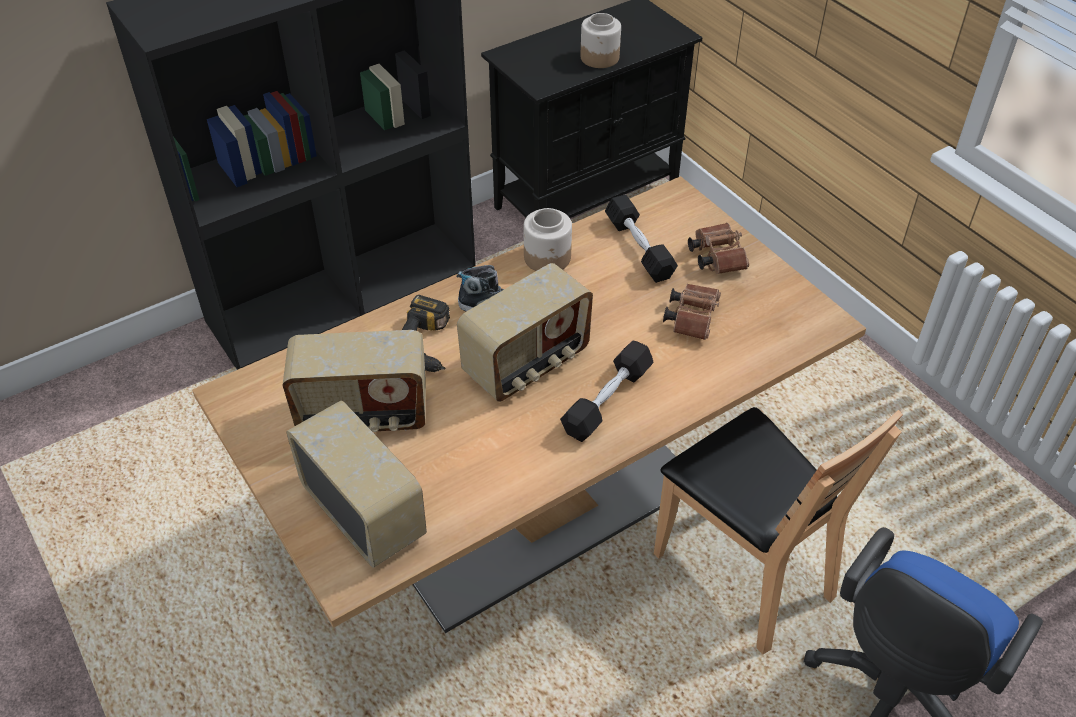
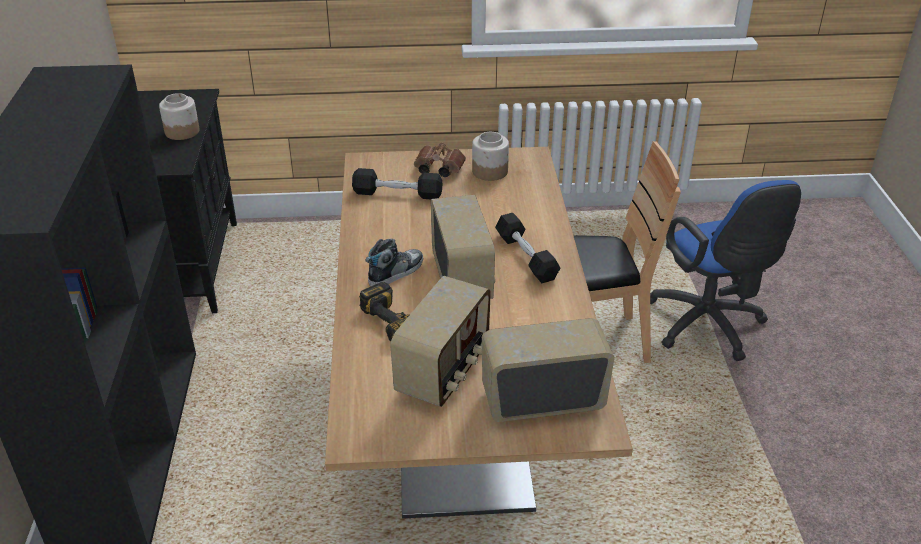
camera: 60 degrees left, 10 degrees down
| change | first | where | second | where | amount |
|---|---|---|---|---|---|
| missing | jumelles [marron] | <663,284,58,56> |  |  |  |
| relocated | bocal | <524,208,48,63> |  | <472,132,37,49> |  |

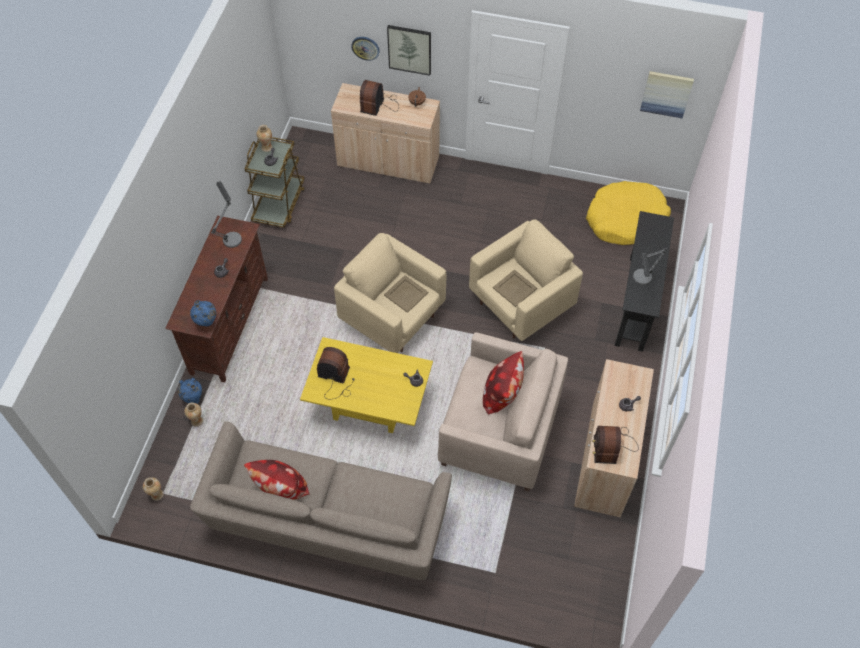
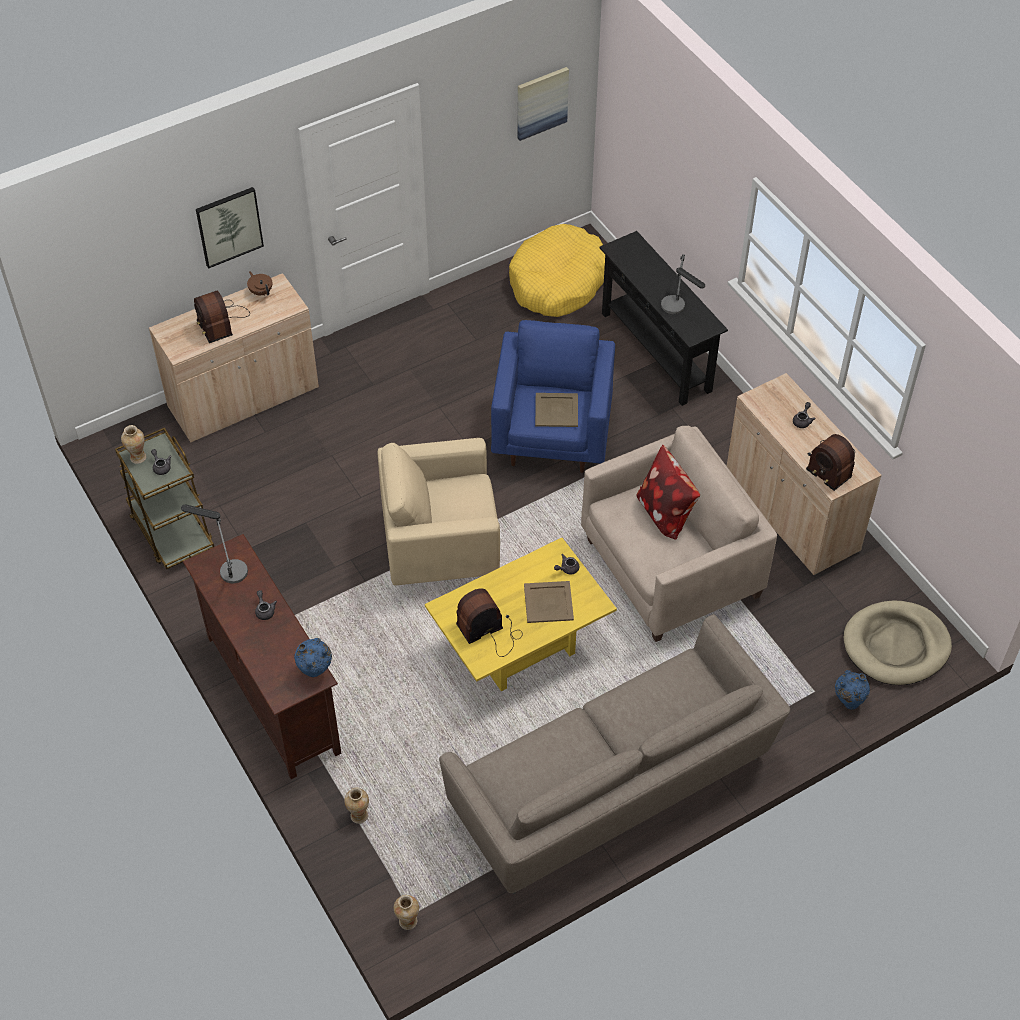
camera: 45 degrees left, 5 degrees down
| change | first | where | second | where | amount |
|---|---|---|---|---|---|
| missing | coussin | <244,460,65,40> |  |  |  |
| missing | horloge murale | <351,37,29,24> |  |  |  |
| appeared |  |  | panier pour chien [beige] | <844,601,108,84> |  |
| relocated | vase [bleu] | <178,378,24,26> |  | <835,670,35,39> |  |
| relocated | plateau [beige] | <384,275,45,38> |  | <524,581,50,42> |  |
| colour | fauteuil [beige] | <469,219,114,122> | fauteuil [bleu] | <491,320,124,153> |  |

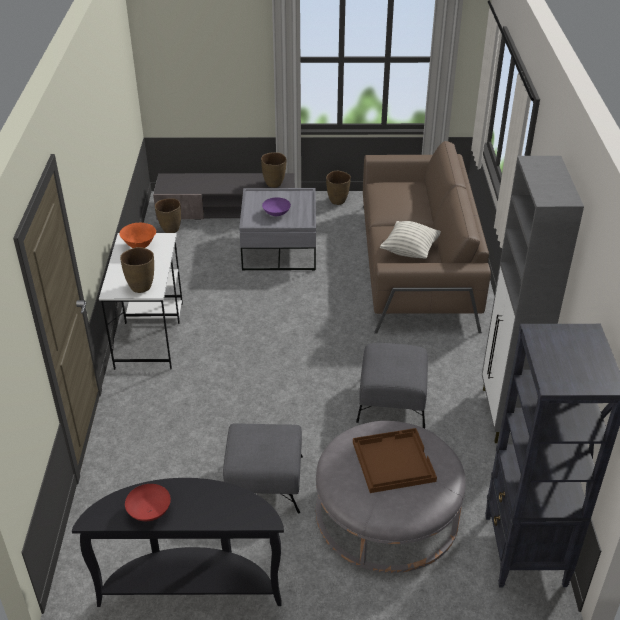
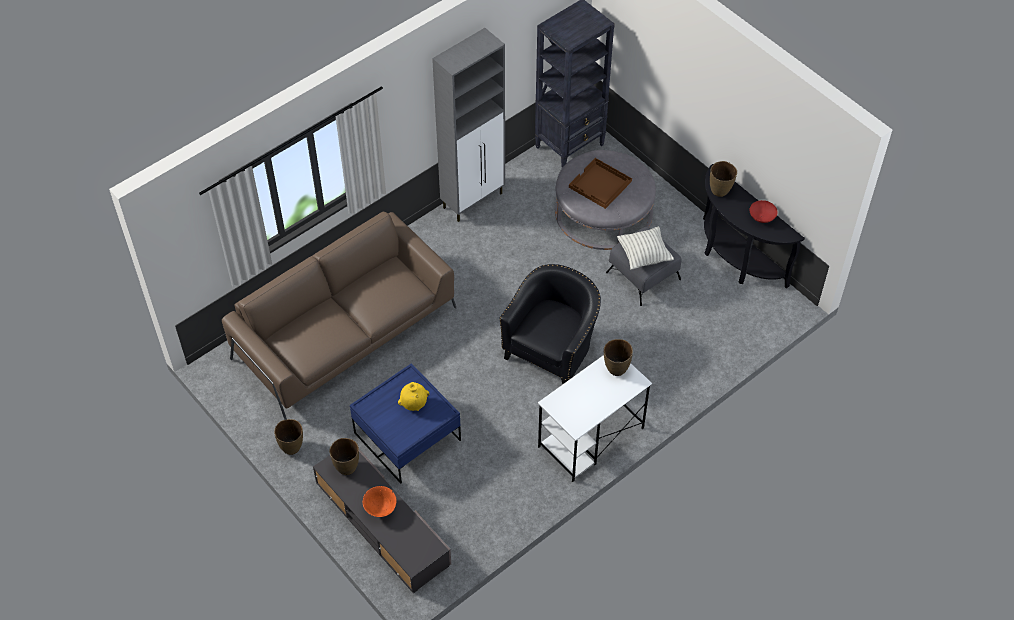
camera: 130 degrees left, 15 degrees up
| change | first | where | second | where | amount |
|---|---|---|---|---|---|
| missing | pouf [gris] | <356,343,72,85> |  |  |  |
| appeared |  |  | fauteuil [noir] | <499,264,102,121> |  |
| relocated | bol [orange] | <119,223,37,25> |  | <363,486,34,31> |  |
| relocated | vase [marron] | <155,198,26,35> |  | <710,161,27,36> |  |
| relocated | coussin | <380,221,61,38> |  | <617,227,57,43> |  |
| exchanged | bol [violet] | <262,197,29,19> | vase [jaune] | <398,382,31,29> |  |
| colour | table basse [gris] | <239,188,77,83> | table basse [bleu] | <350,363,111,121> |  |

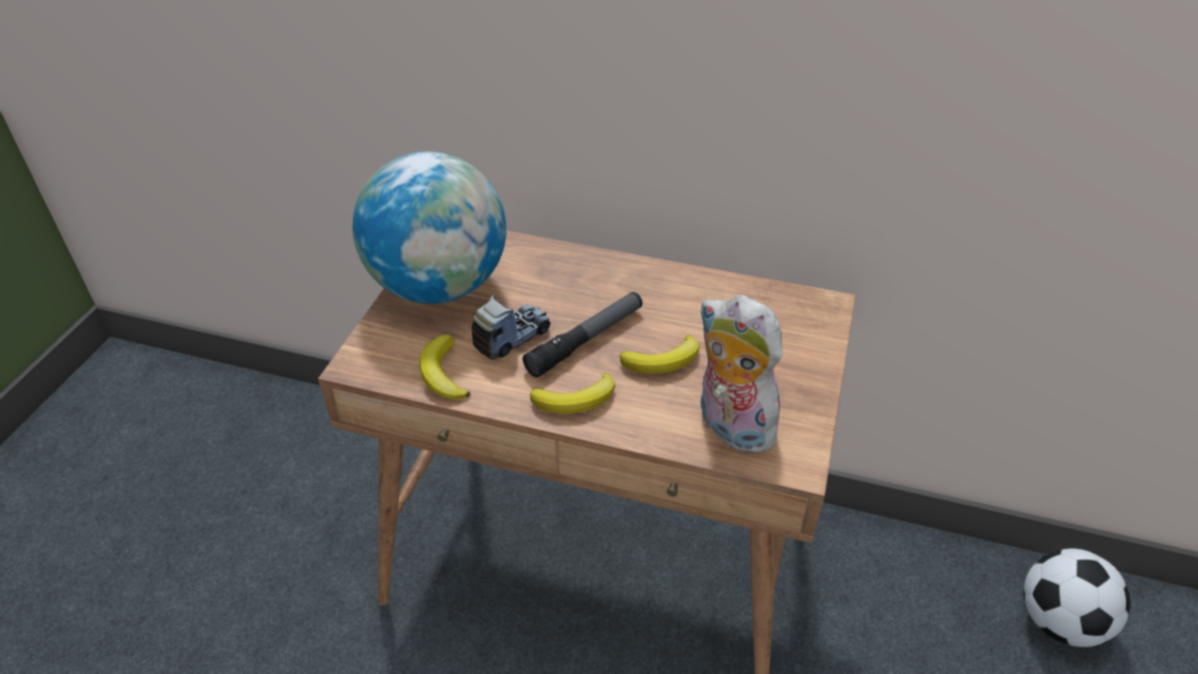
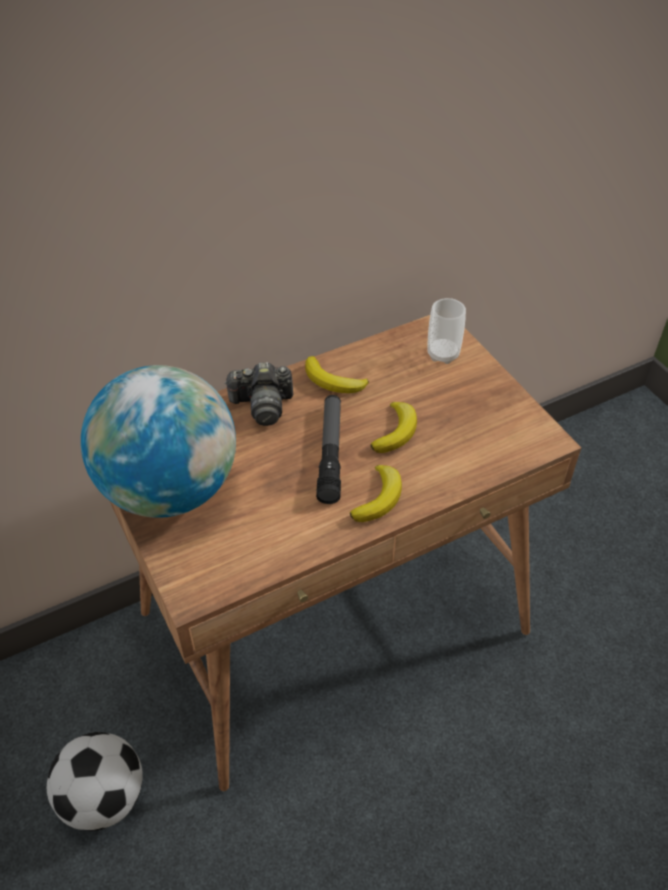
camera: 45 degrees left, 5 degrees up
| change | first | where | second | where | amount |
|---|---|---|---|---|---|
| missing | camion jouet | <472,295,78,65> |  |  |  |
| missing | peluche | <699,294,88,160> |  |  |  |
| appeared |  |  | appareil photo | <224,362,69,64> |  |
| appeared |  |  | tasse | <427,298,39,66> |  |
| relocated | banane | <419,334,52,65> |  | <305,356,64,37> |  |
| relocated | ballon de foot | <1024,549,107,98> |  | <47,732,96,99> |  |

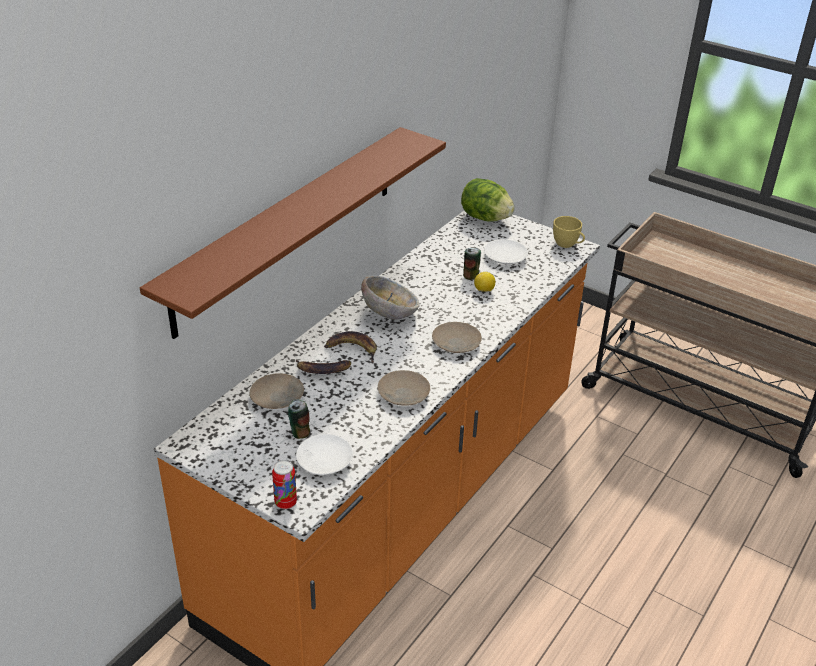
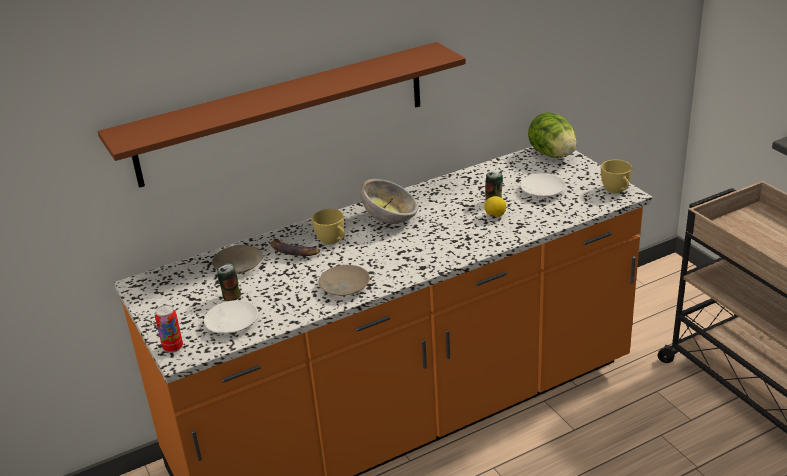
camera: 30 degrees right, 5 degrees down
| change | first | where | second | where | amount |
|---|---|---|---|---|---|
| missing | assiette [beige] | <432,322,50,31> |  |  |  |
| exchanged | banane | <324,331,53,32> | tasse [jaune] | <312,209,33,36> |  |

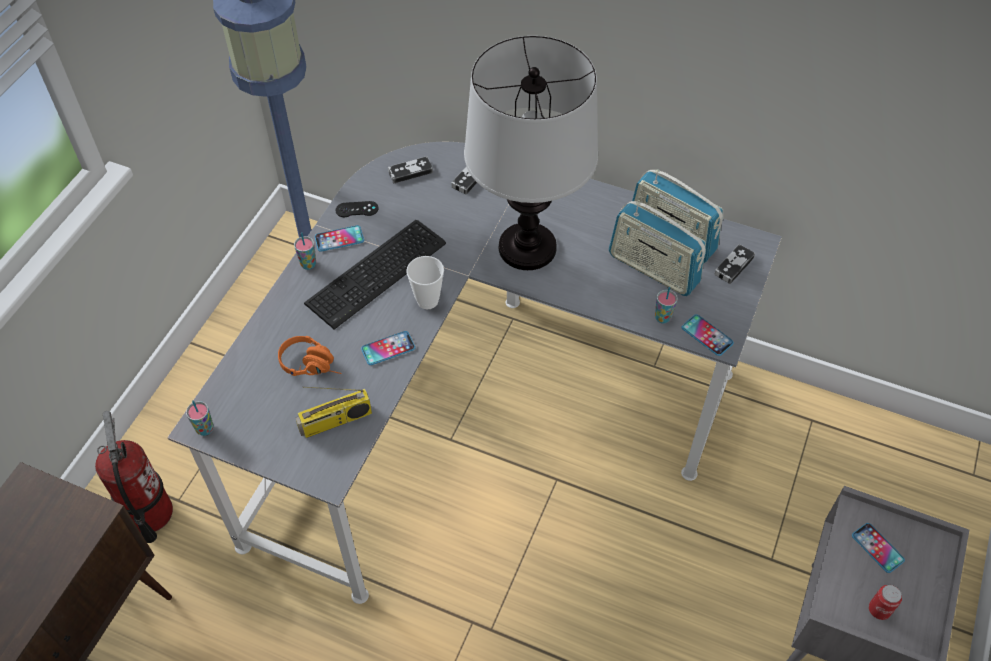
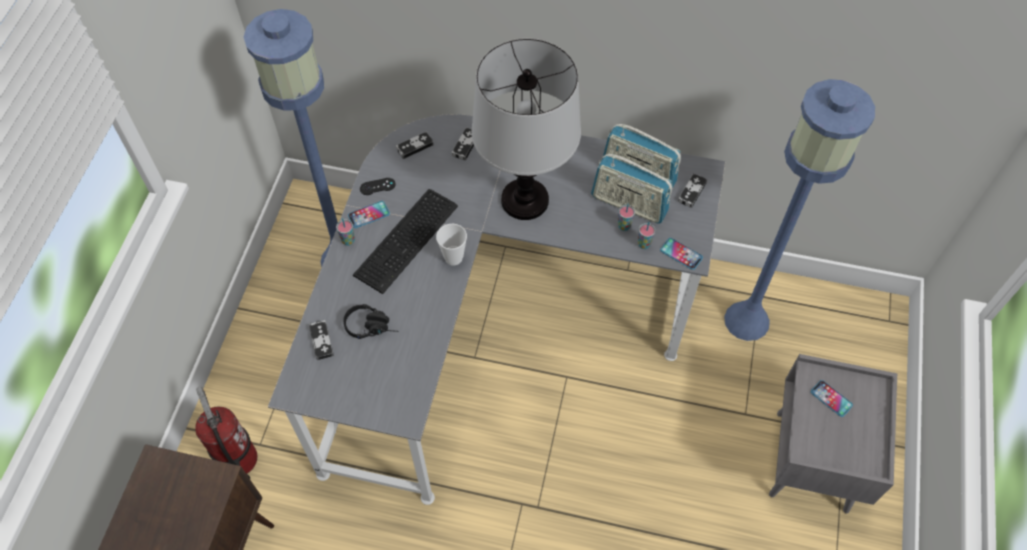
camera: 10 degrees left, 5 degrees up
| change | first | where | second | where | amount |
|---|---|---|---|---|---|
| missing | radio | <295,386,77,52> |  |  |  |
| missing | téléphone | <361,331,54,34> |  |  |  |
| missing | boîte métallique | <869,585,33,35> |  |  |  |
| appeared |  |  | manette | <309,320,25,40> |  |
| appeared |  |  | lampadaire [bleu] | <724,79,151,262> |  |
| relocated | tasse | <186,400,28,36> |  | <618,203,17,28> |  |
| colour | casque audio [orange] | <278,336,64,40> | casque audio [noir] | <343,304,56,35> |  |

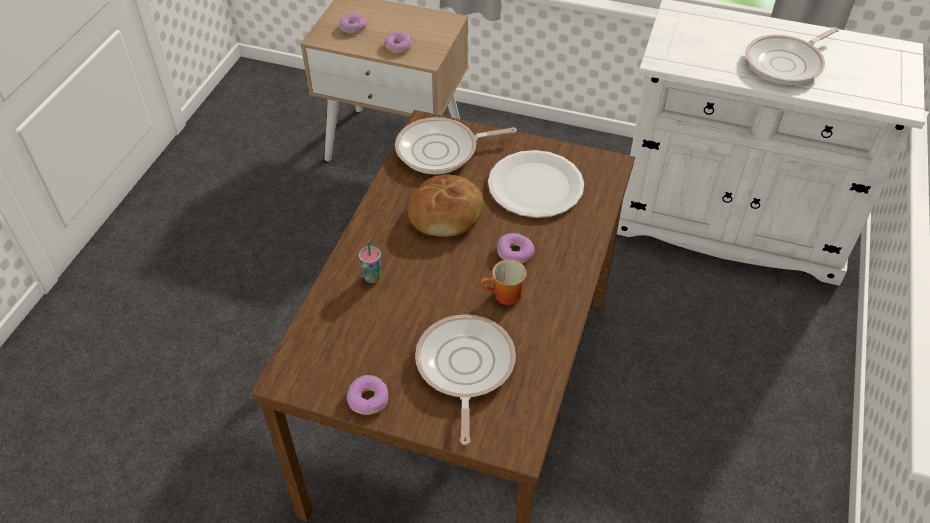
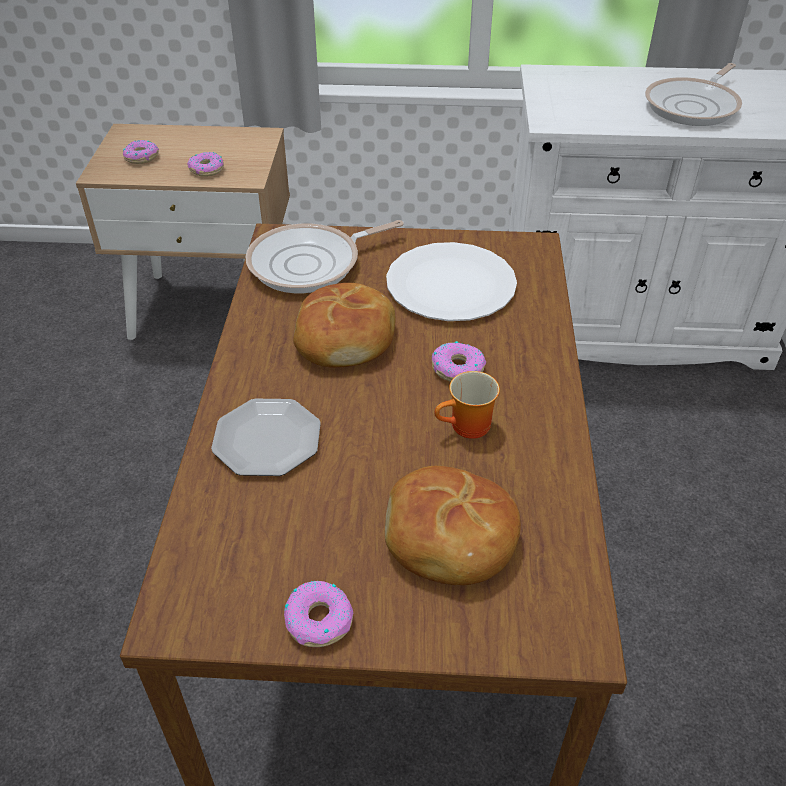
camera: 15 degrees left, 5 degrees down
| change | first | where | second | where | amount |
|---|---|---|---|---|---|
| exchanged | tasse | <359,242,22,41> | assiette | <211,399,110,77> |  |
| exchanged | poêle | <415,314,101,131> | pain | <385,466,136,119> |  |

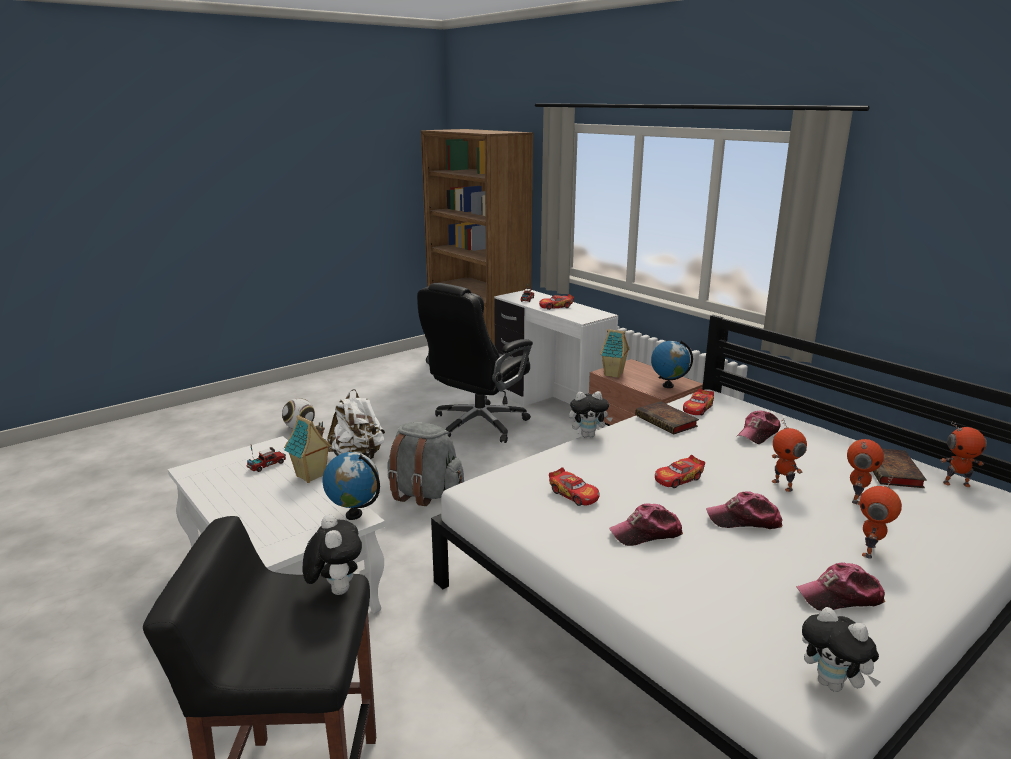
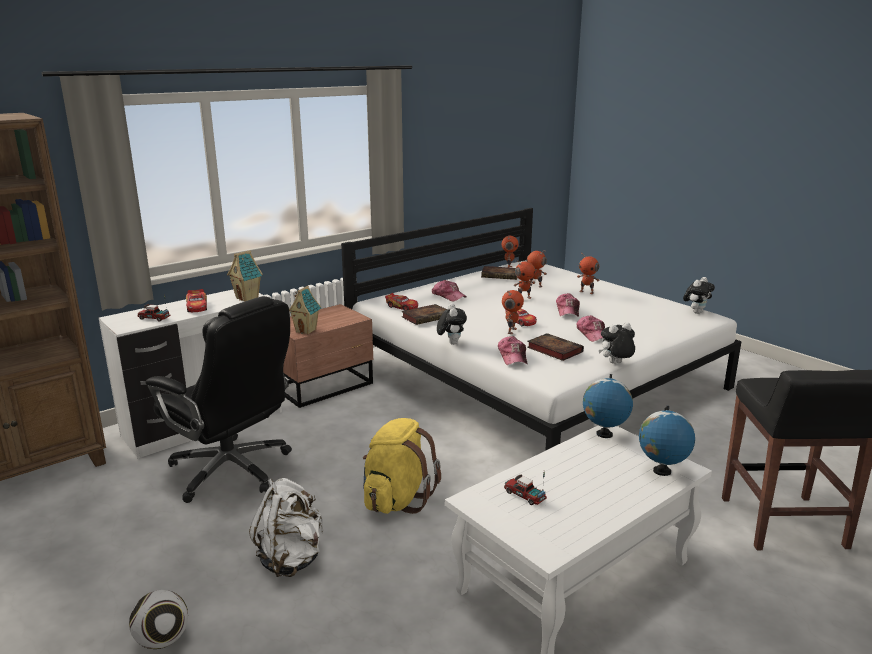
camera: 90 degrees left, 0 degrees up
| change | first | where | second | where | amount |
|---|---|---|---|---|---|
| appeared |  |  | robot jouet | <502,290,22,44> |  |
| relocated | maison miniature | <284,415,48,68> |  | <227,250,36,52> |  |
| relocated | peluche | <303,514,59,81> |  | <599,322,36,42> |  |
| relocated | globe | <651,340,42,48> |  | <639,406,56,70> |  |
| relocated | casquette | <796,562,89,49> |  | <498,336,30,29> |  |
| exchanged | petite voiture | <549,467,51,39> | livre | <527,333,57,28> |  |
| colour | sac à dos [gris] | <387,422,77,84> | sac à dos [jaune] | <363,418,78,96> |  |

